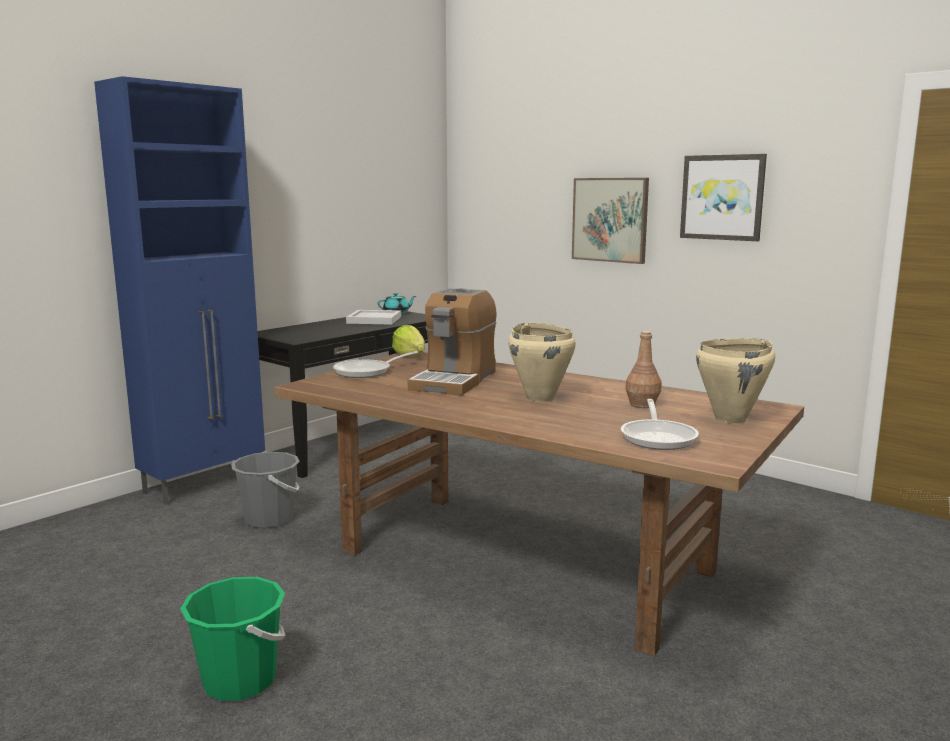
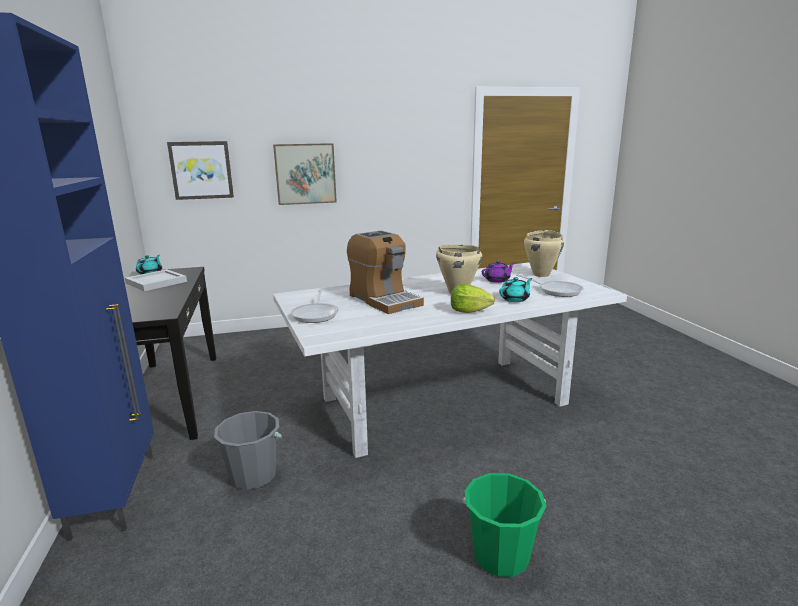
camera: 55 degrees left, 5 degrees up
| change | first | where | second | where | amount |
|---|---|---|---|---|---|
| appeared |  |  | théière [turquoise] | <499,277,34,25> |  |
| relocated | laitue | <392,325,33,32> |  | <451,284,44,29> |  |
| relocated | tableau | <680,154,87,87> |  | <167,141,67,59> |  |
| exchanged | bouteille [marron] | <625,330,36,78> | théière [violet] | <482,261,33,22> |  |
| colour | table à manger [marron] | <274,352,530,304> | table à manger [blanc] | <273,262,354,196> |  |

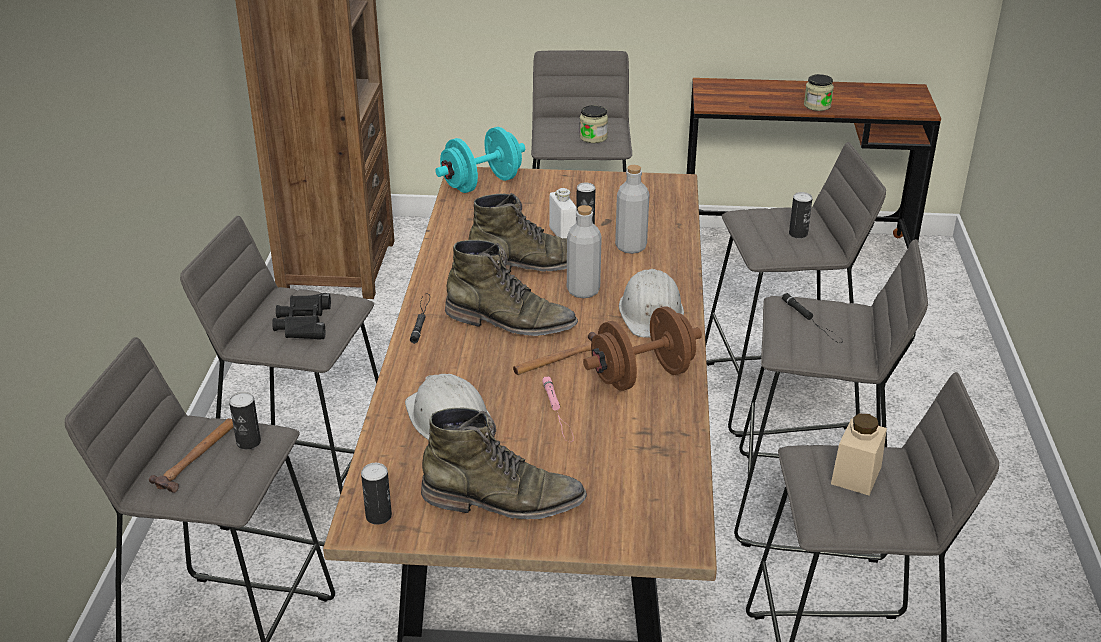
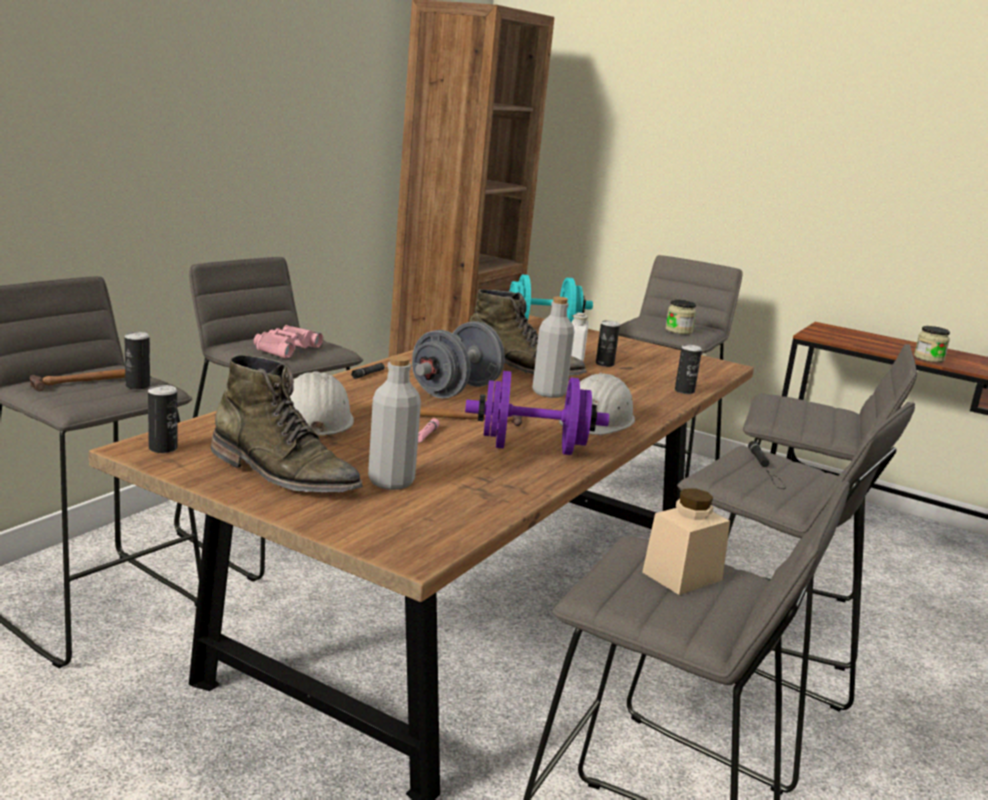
camera: 25 degrees right, 15 degrees down
| change | first | where | second | where | amount |
|---|---|---|---|---|---|
| relocated | bouteille [gris] | <615,165,34,89> |  | <368,355,53,135> |  |
| relocated | boîte métallique | <789,192,23,46> |  | <675,344,27,50> |  |
| exchanged | botte [vert] | <445,240,133,96> | haltère [gris] | <412,321,93,77> |  |
| colour | jumelles [noir] | <272,293,59,46> | jumelles [rose] | <254,325,69,34> |  |
| colour | haltère [marron] | <583,306,119,85> | haltère [violet] | <465,371,144,84> |  |

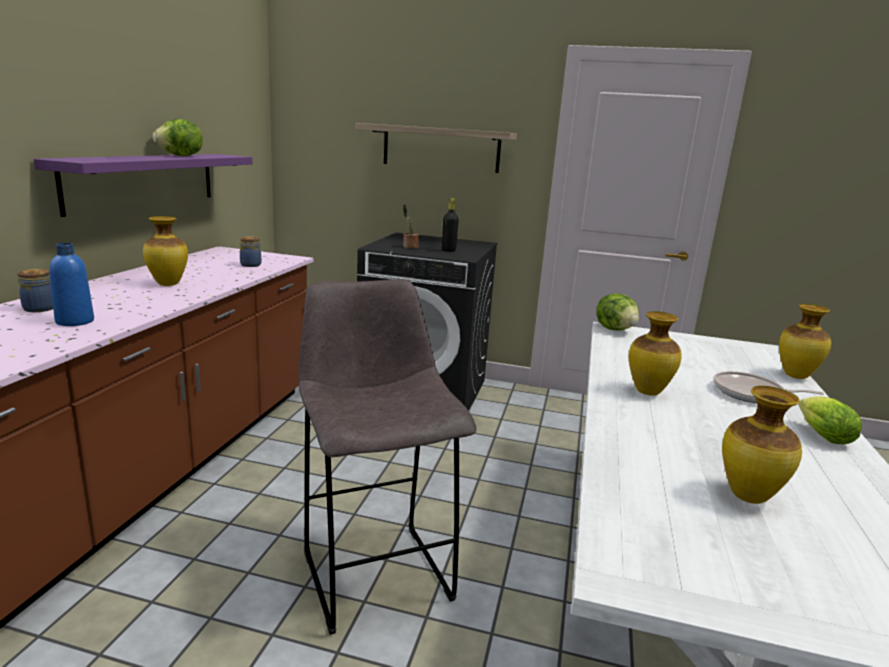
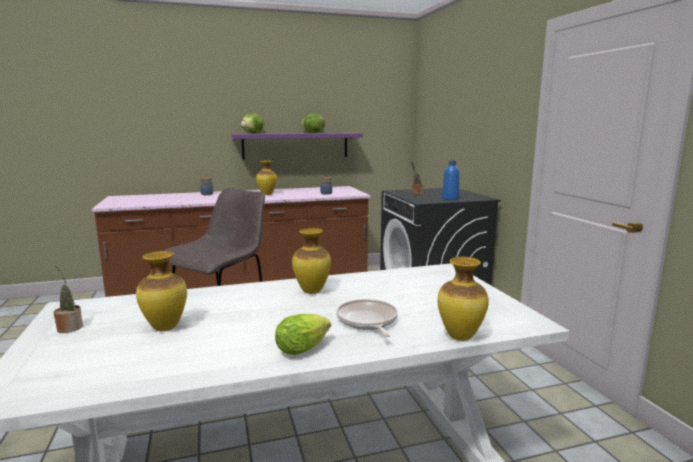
camera: 60 degrees right, 5 degrees down
| change | first | where | second | where | amount |
|---|---|---|---|---|---|
| missing | étagère | <355,123,162,50> |  |  |  |
| missing | bouteille [noir] | <442,198,17,54> |  |  |  |
| appeared |  |  | plante en pot | <53,264,30,69> |  |
| relocated | bouteille [bleu] | <49,243,45,83> |  | <442,160,17,40> |  |
| relocated | laitue | <596,293,43,38> |  | <241,113,23,21> |  |

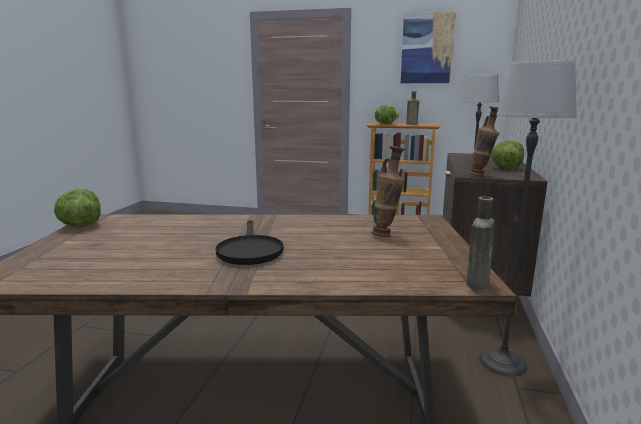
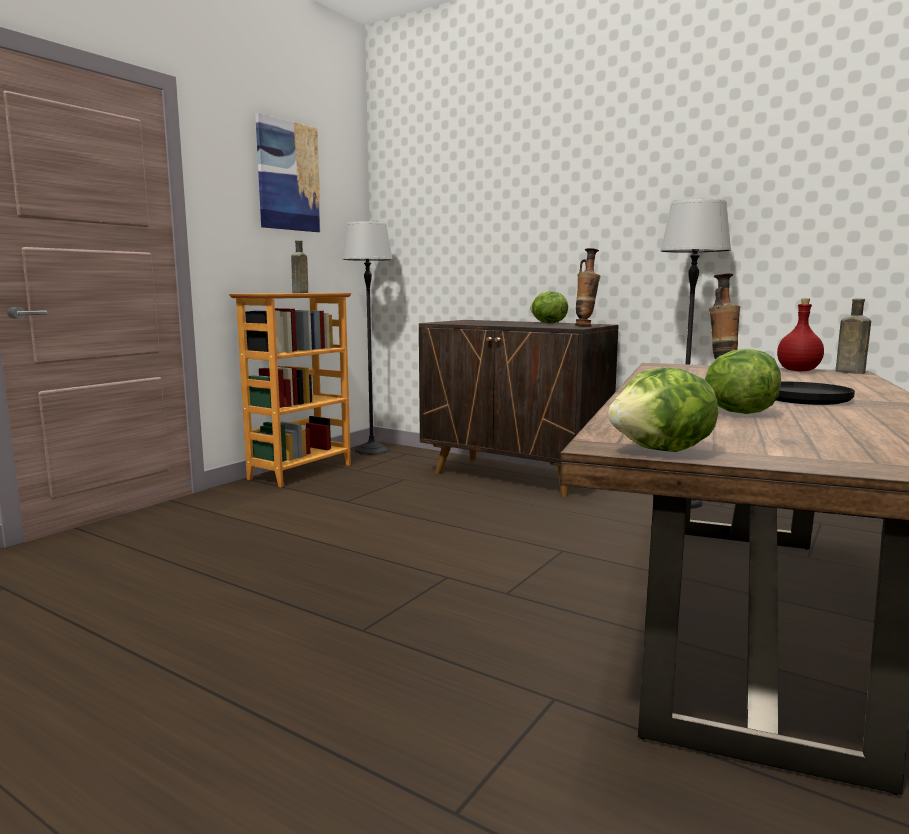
camera: 70 degrees left, 5 degrees down
| change | first | where | second | where | amount |
|---|---|---|---|---|---|
| appeared |  |  | bouteille [rouge] | <777,298,47,73> |  |
| relocated | laitue | <375,105,24,19> |  | <705,349,76,65> |  |

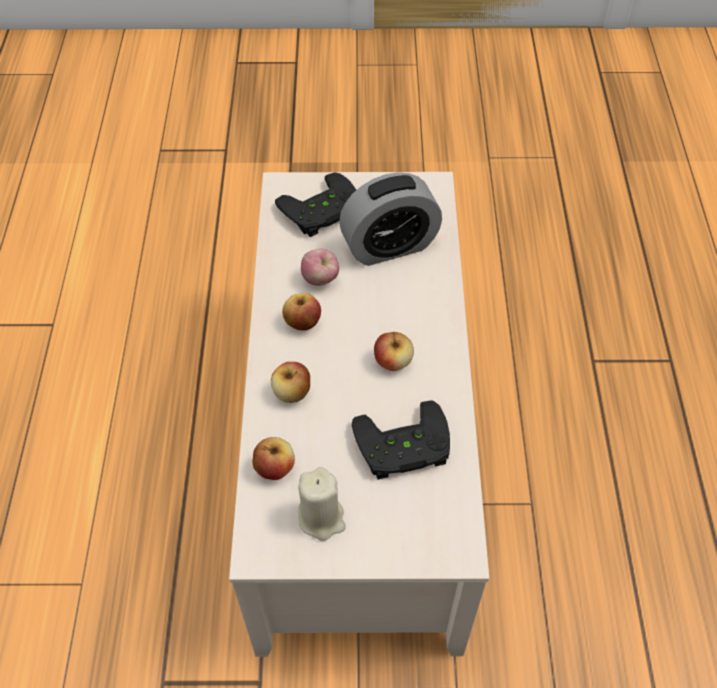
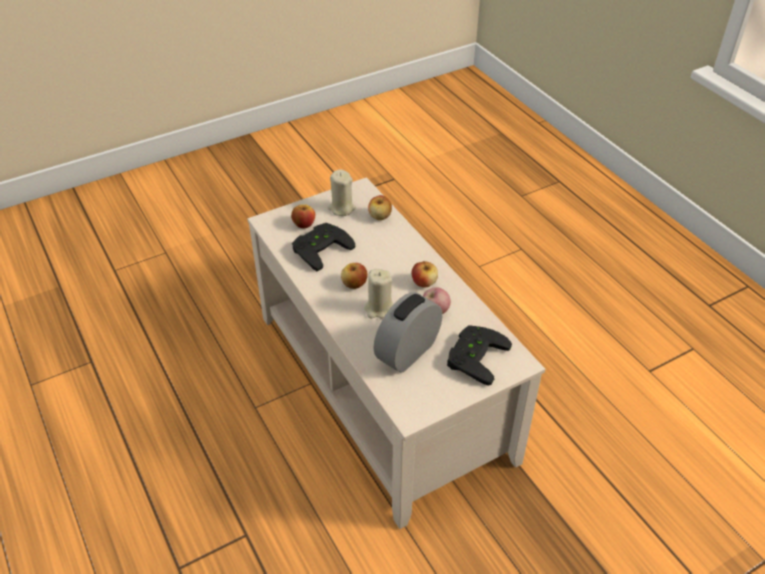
camera: 150 degrees right, 10 degrees down
| change | first | where | second | where | amount |
|---|---|---|---|---|---|
| appeared |  |  | bougie [beige] | <364,269,29,49> |  |
| relocated | pomme | <271,362,39,41> |  | <291,204,24,24> |  |

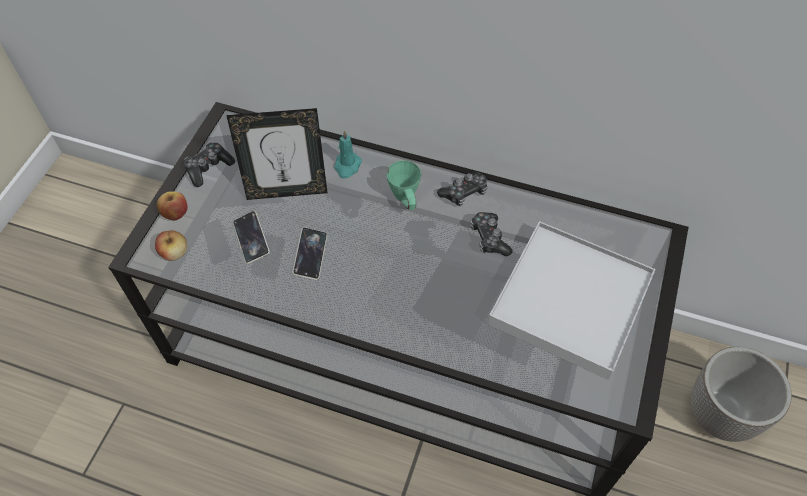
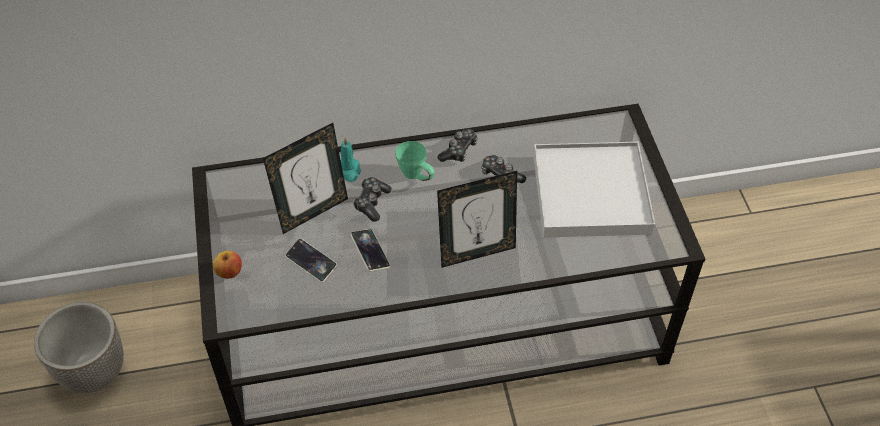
camera: 30 degrees left, 5 degrees down
| change | first | where | second | where | amount |
|---|---|---|---|---|---|
| missing | pomme | <155,230,32,31> |  |  |  |
| appeared |  |  | cadre photo | <437,171,80,97> |  |
| relocated | manette | <184,142,51,45> |  | <353,177,39,45> |  |
| relocated | cache-pot | <691,347,101,95> |  | <34,302,90,91> |  |

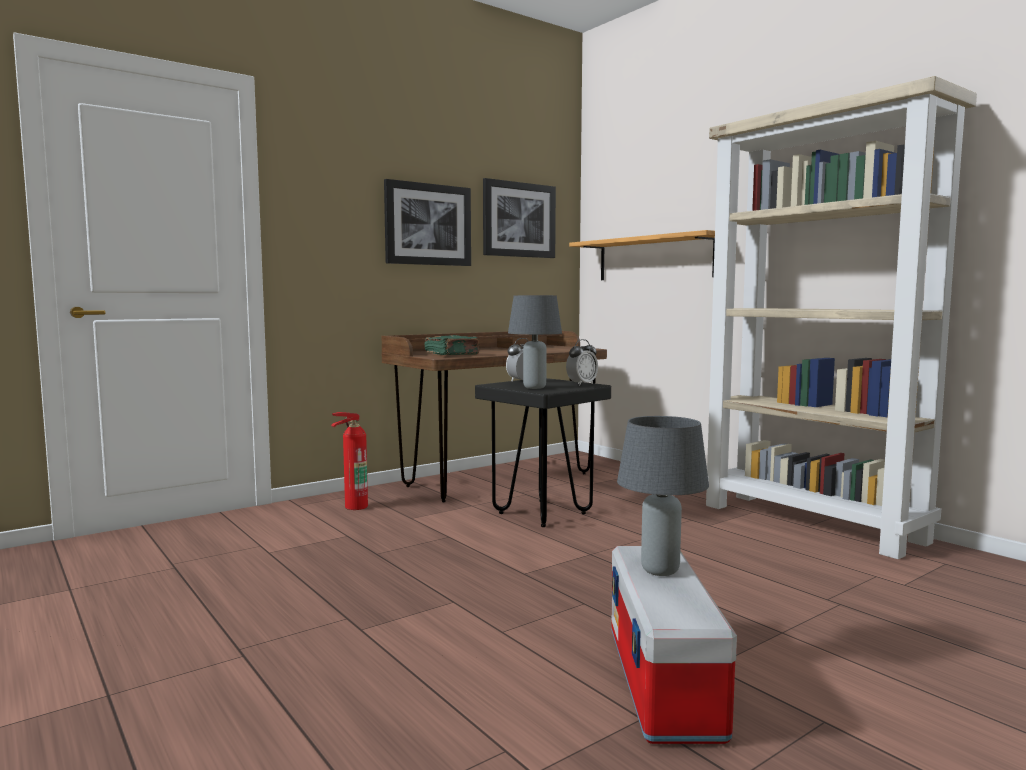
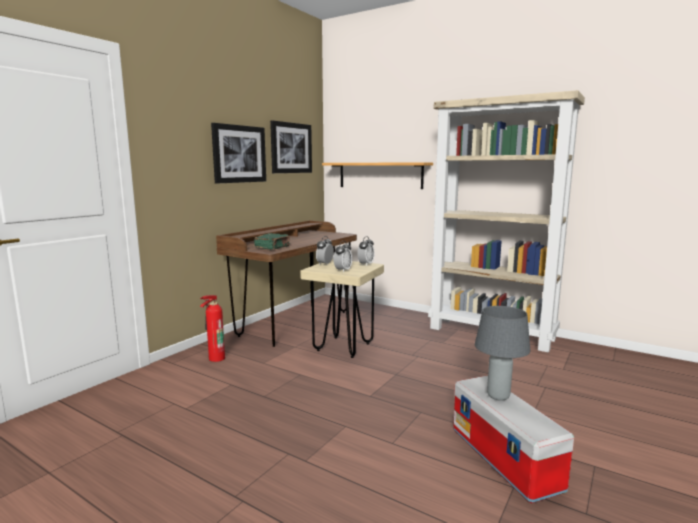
camera: 20 degrees left, 5 degrees up
| change | first | where | second | where | amount |
|---|---|---|---|---|---|
| exchanged | lampe de table [gris] | <508,295,54,94> | réveil | <333,241,19,31> |  |
| colour | tabouret [noir] | <475,378,136,149> | tabouret [beige] | <301,259,83,99> |  |

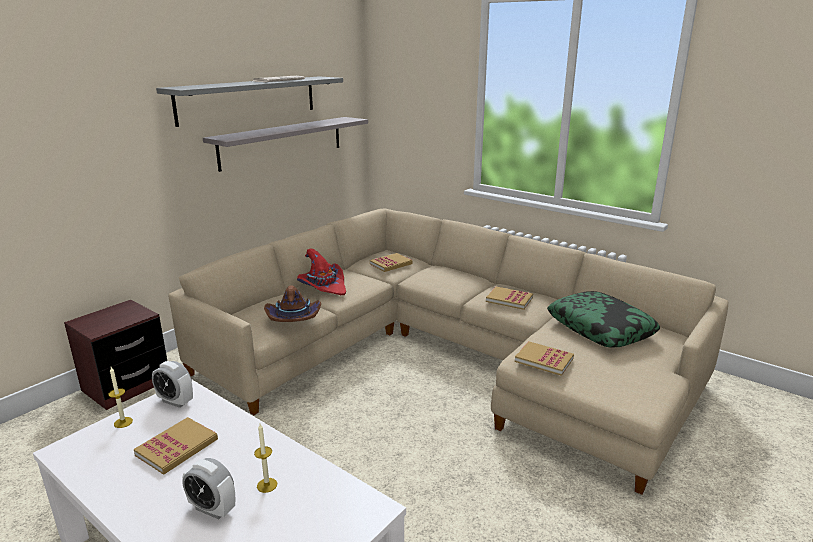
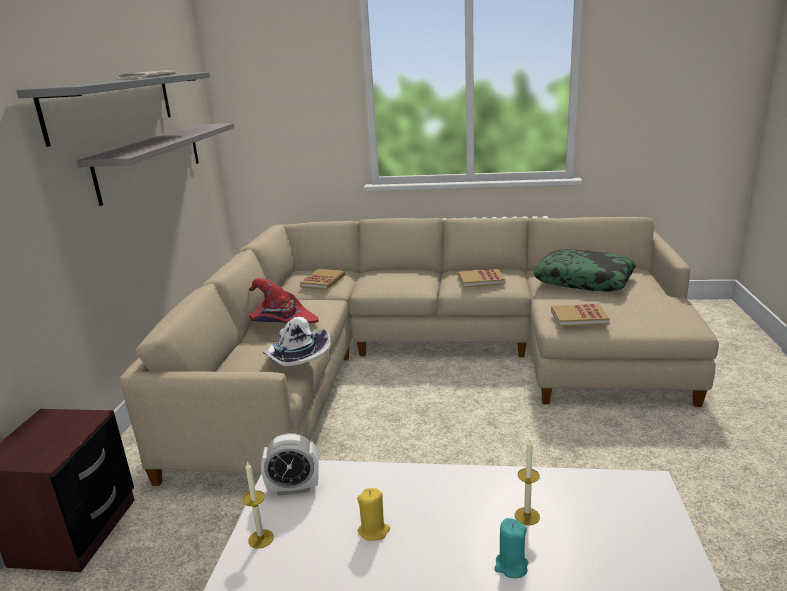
camera: 30 degrees left, 0 degrees up
| change | first | where | second | where | amount |
|---|---|---|---|---|---|
| exchanged | livre | <134,417,84,58> | bougie [jaune] | <357,488,33,53> |  |
| exchanged | réveil | <182,458,53,61> | bougie [turquoise] | <494,518,34,60> |  |
| colour | chapeau [marron] | <264,285,57,37> | chapeau [blanc] | <263,317,68,50> |  |

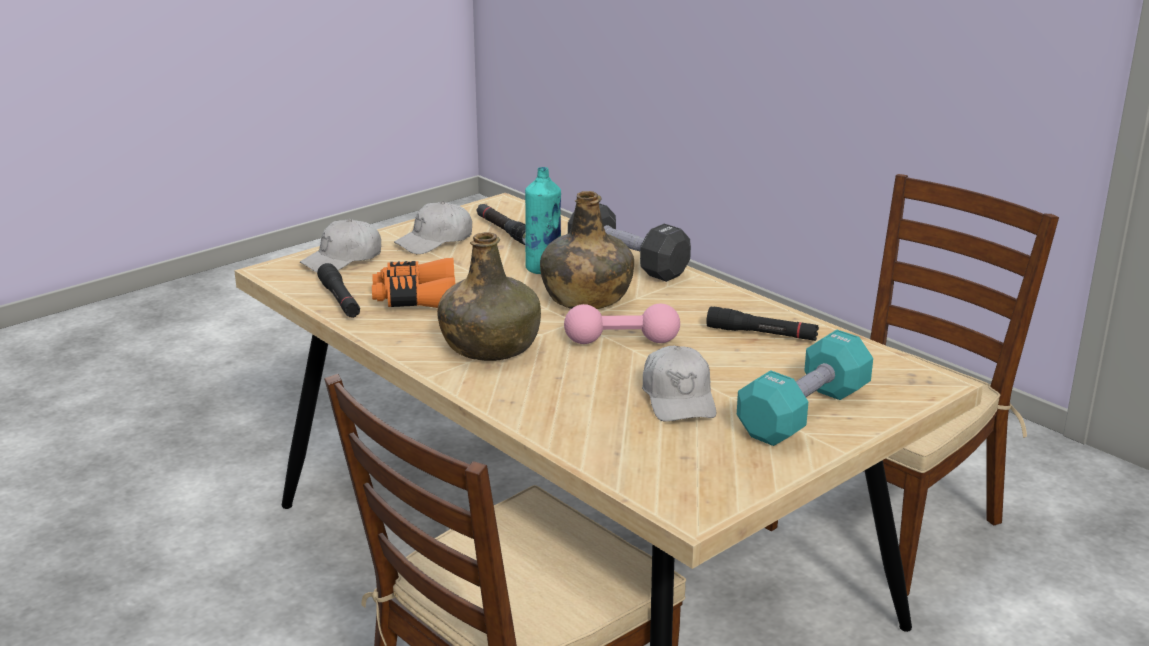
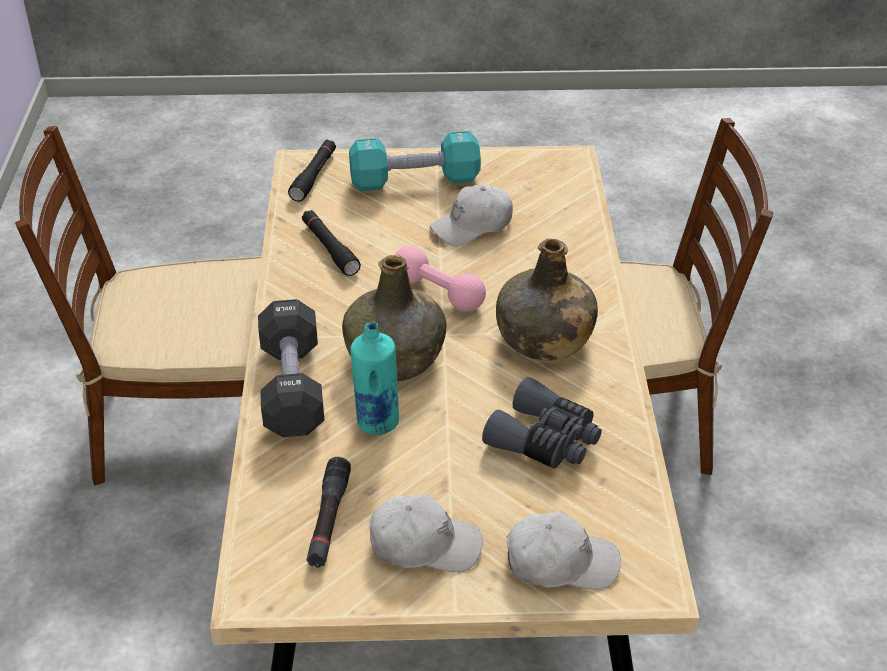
camera: 140 degrees left, 15 degrees up
| change | first | where | second | where | amount |
|---|---|---|---|---|---|
| relocated | lampe de poche [noir] | <317,263,43,55> |  | <288,139,48,62> |  |
| colour | jumelles [orange] | <372,258,83,50> | jumelles [gris] | <482,377,119,91> |  |
| spun | casquette [blanc] | <642,346,74,76> |  | <430,184,83,62> | 150 degrees counterclockwise |

